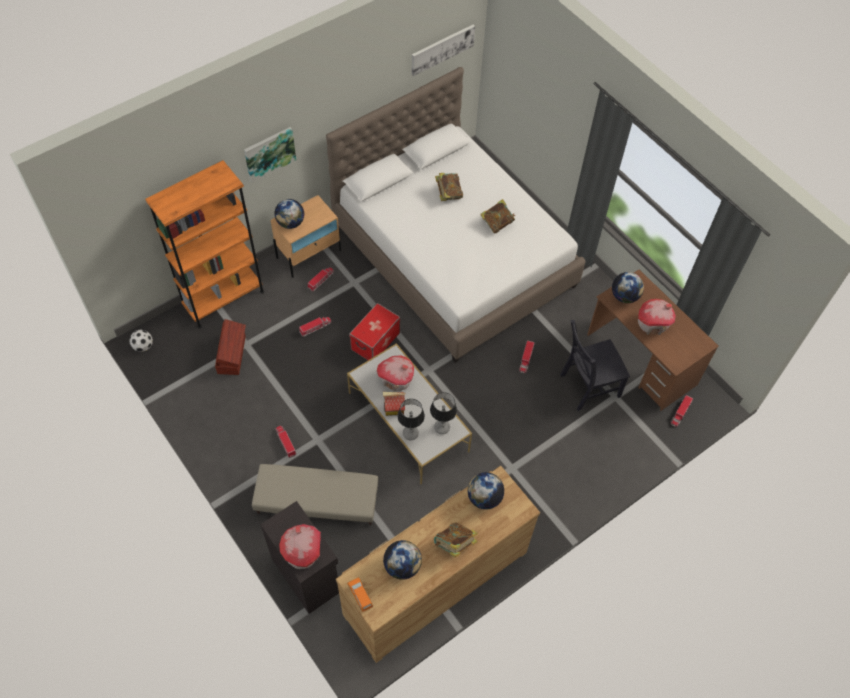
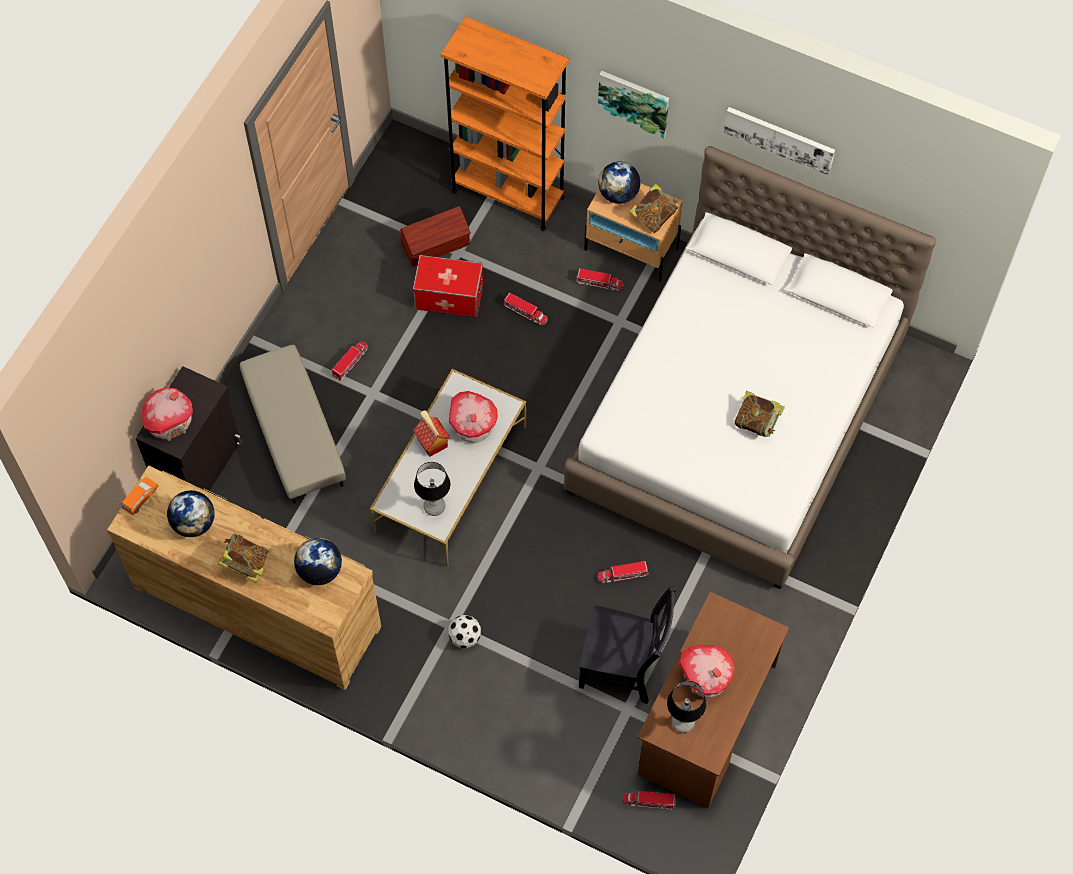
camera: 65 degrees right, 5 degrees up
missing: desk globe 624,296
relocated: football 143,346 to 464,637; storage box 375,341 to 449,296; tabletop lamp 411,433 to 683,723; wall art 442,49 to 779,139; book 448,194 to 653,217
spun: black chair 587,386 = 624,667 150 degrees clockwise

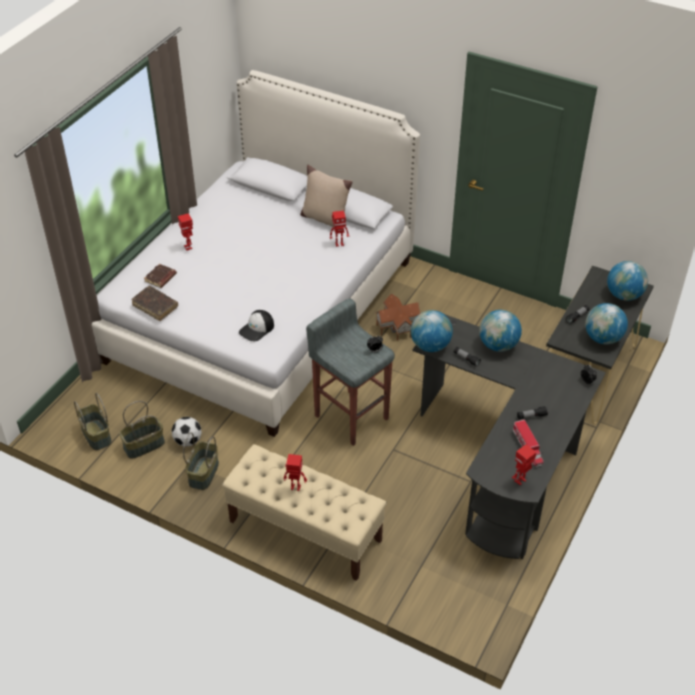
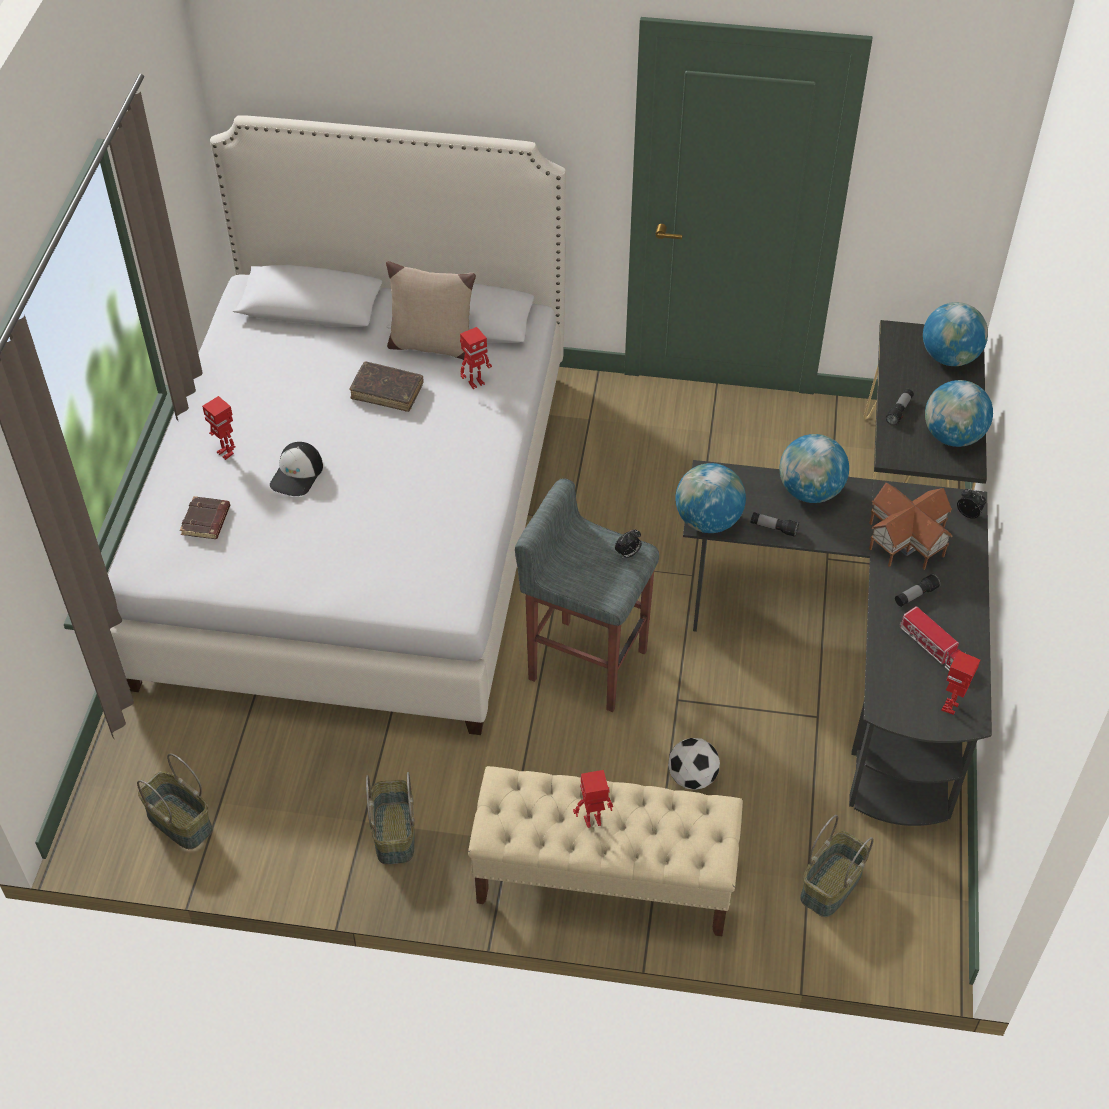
camera: 20 degrees left, 5 degrees up
relocated: household basket 144,446 to 831,886; brownish book 155,306 to 387,392; football 188,441 to 692,777; peaked cap 257,329 to 297,474; miniature house 397,326 to 906,541

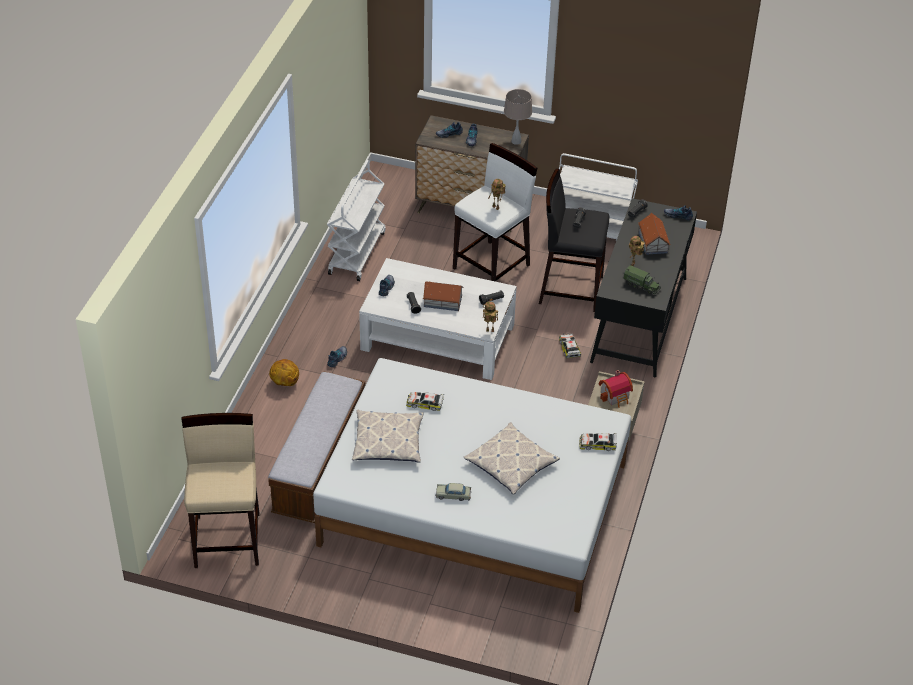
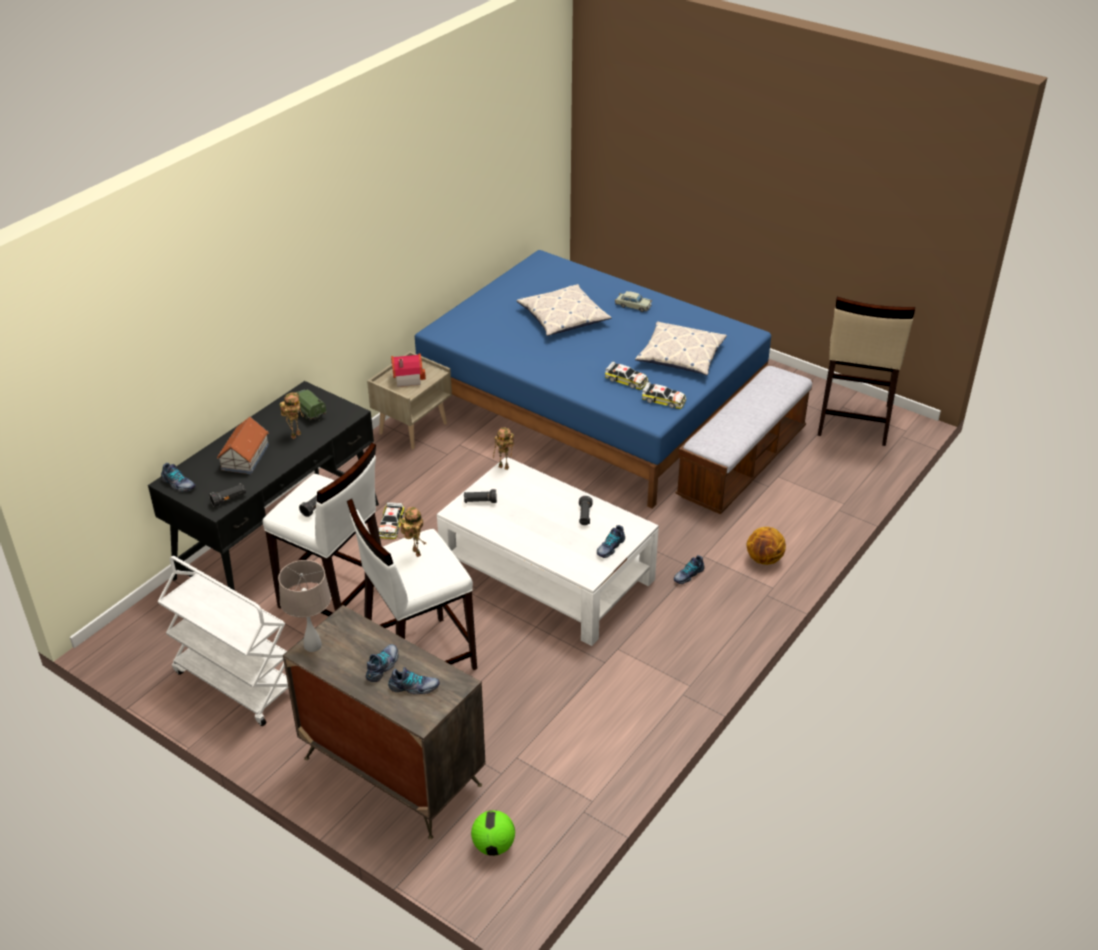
camera: 160 degrees left, 5 degrees down
missing: white-coloured trolley 356,252; miniature house 442,301
appeared: football 493,845
relocated: miniature car 597,444 to 663,400
colour: white-coloured bedroom bed 474,504 to blue-coloured bedroom bed 590,400; black stool seat 570,289 to white-coloured stool seat 335,599

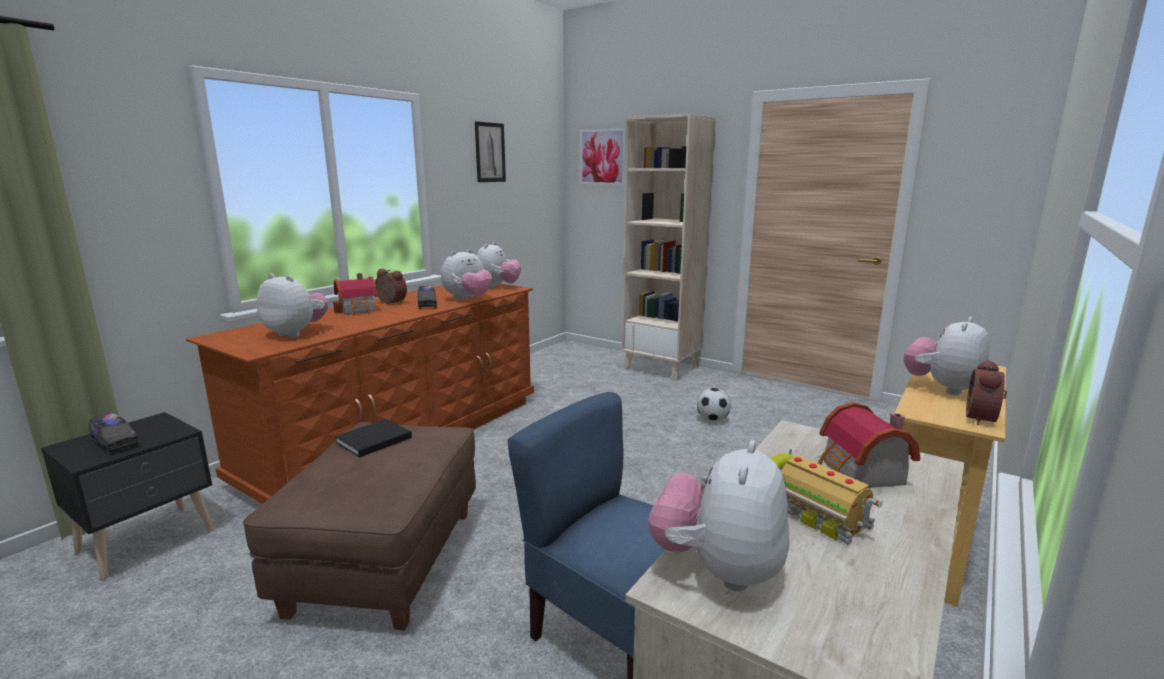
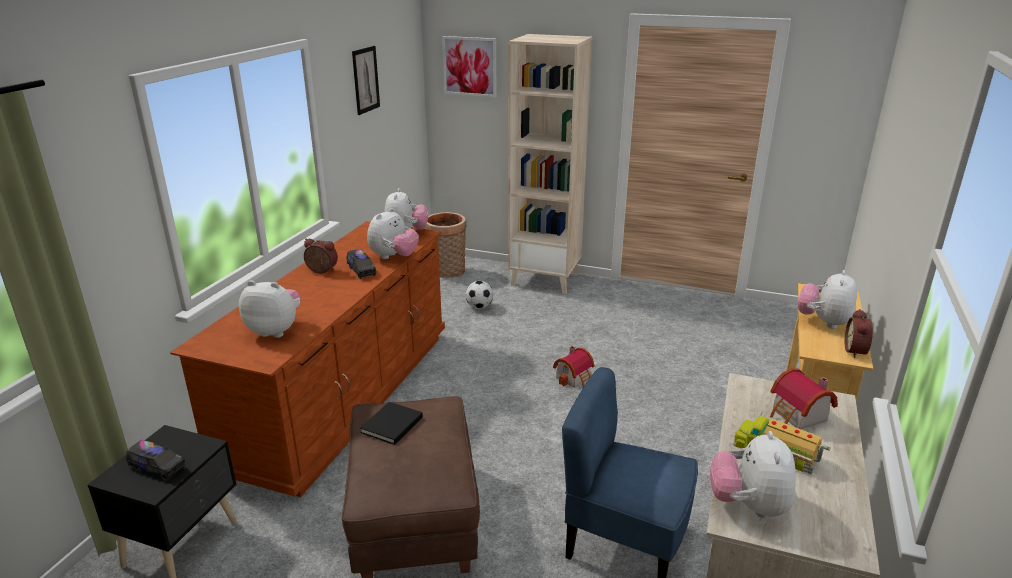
camera: 15 degrees left, 10 degrees up
appeared: household basket 447,272
relocated: miniature house 359,310 to 575,378; football 712,420 to 479,307

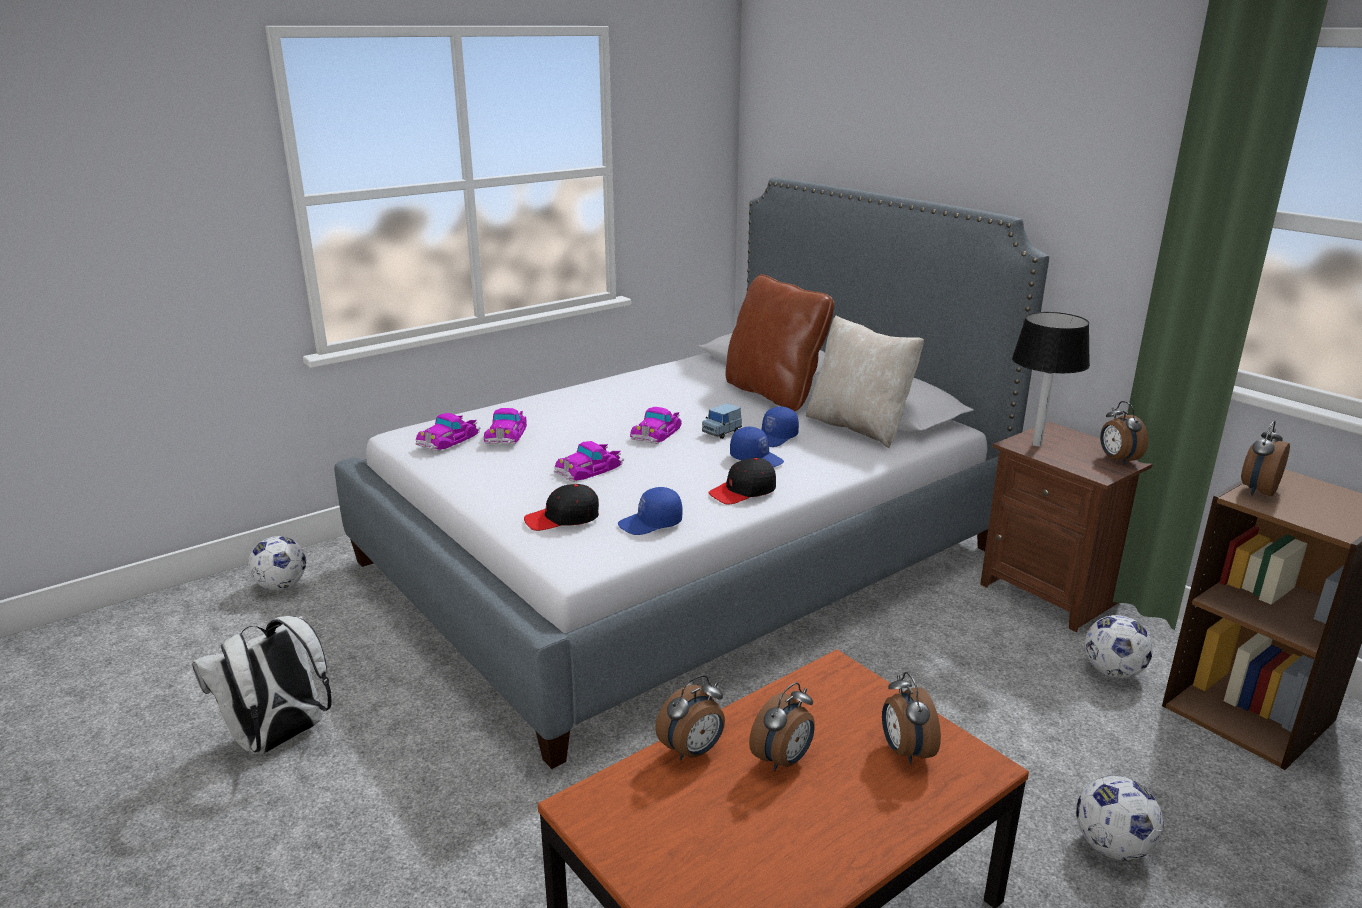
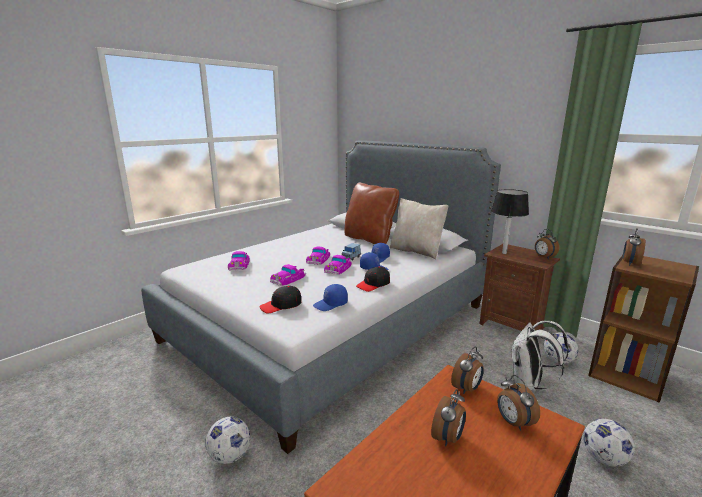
camera: 10 degrees left, 5 degrees down
relocated: white-coloured rucksack 279,739 to 529,384; football 282,586 to 230,456; miniature car 448,438 to 338,268; bedside clock 693,751 to 467,388

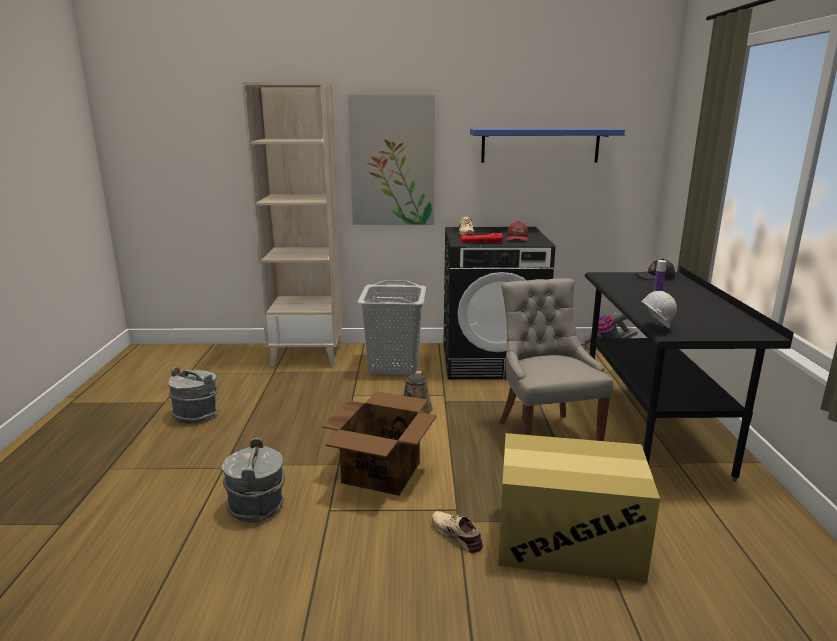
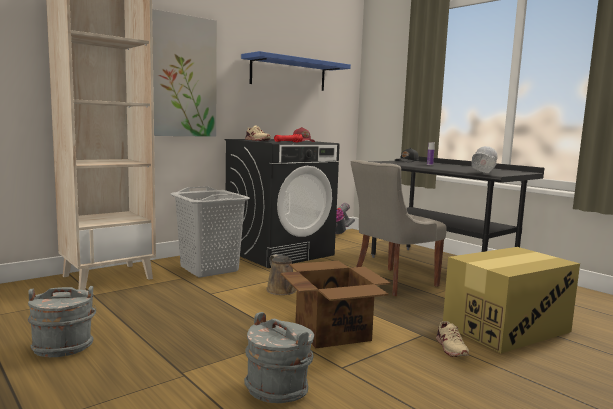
camera: 40 degrees left, 10 degrees down
spun: sand-coloured low shoe 457,535 = 450,348 105 degrees counterclockwise; gray chair 545,435 = 391,282 75 degrees counterclockwise

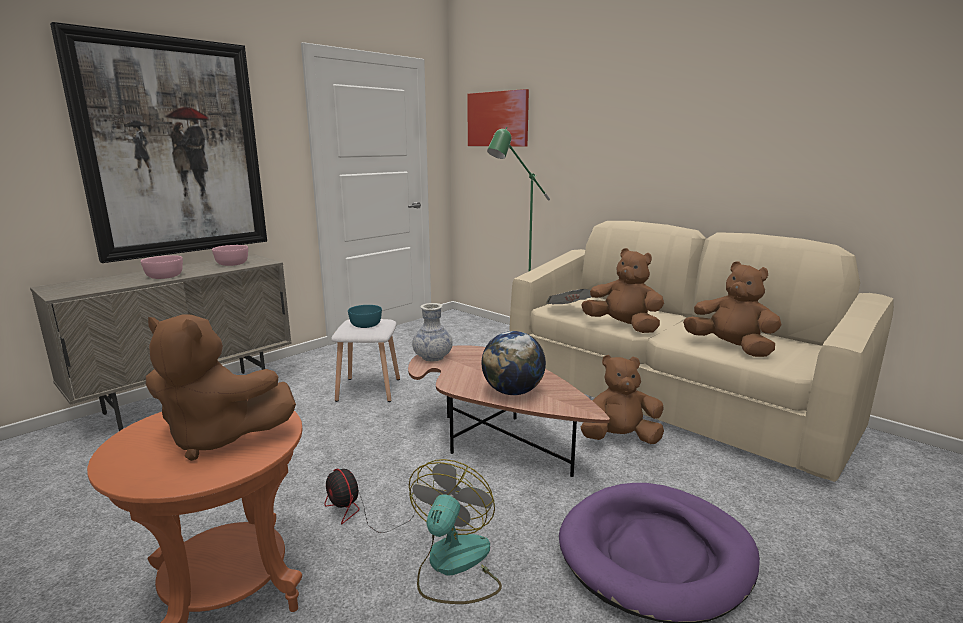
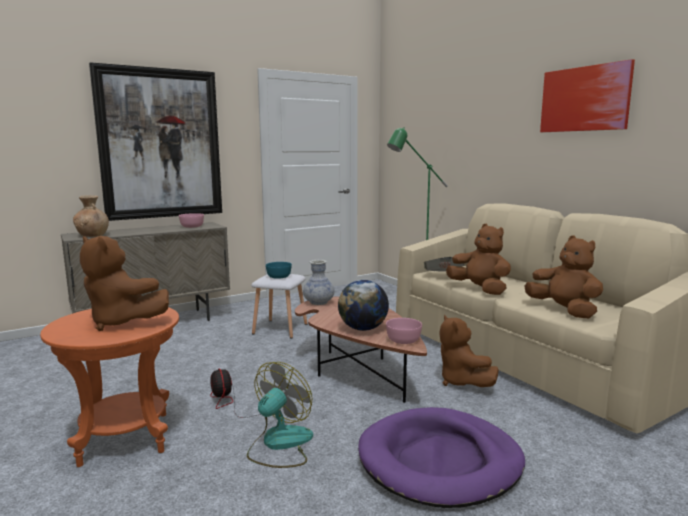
camera: 15 degrees right, 5 degrees down
appeared: brownish decorative vase 93,235
relocated: pinkish bowl 164,276 to 403,340; wall art 497,119 to 584,99
spun: brownish soft toy 620,438 = 462,382 120 degrees counterclockwise

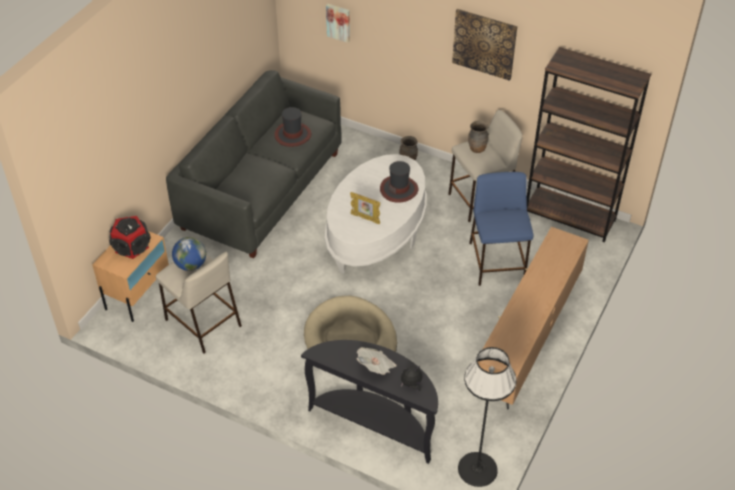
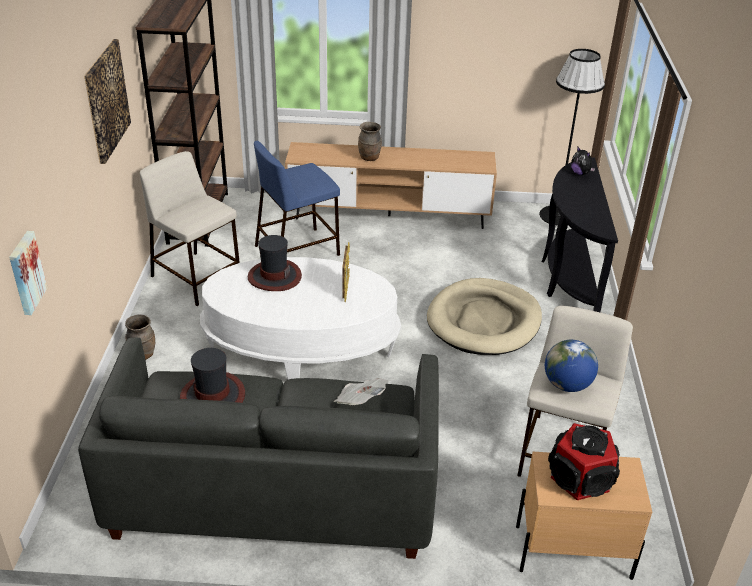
camera: 115 degrees left, 10 degrees down
relocated: newspaper 376,367 to 360,401; brownish decorative vase 477,149 to 369,158

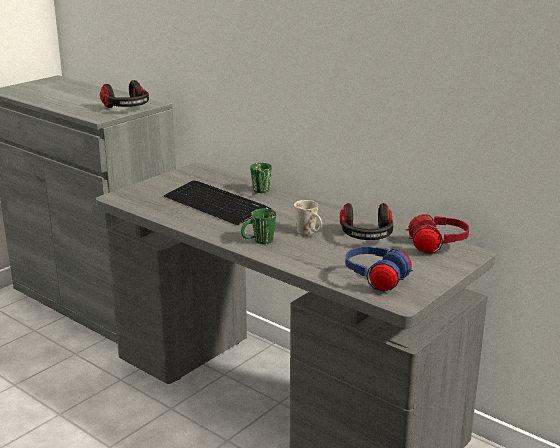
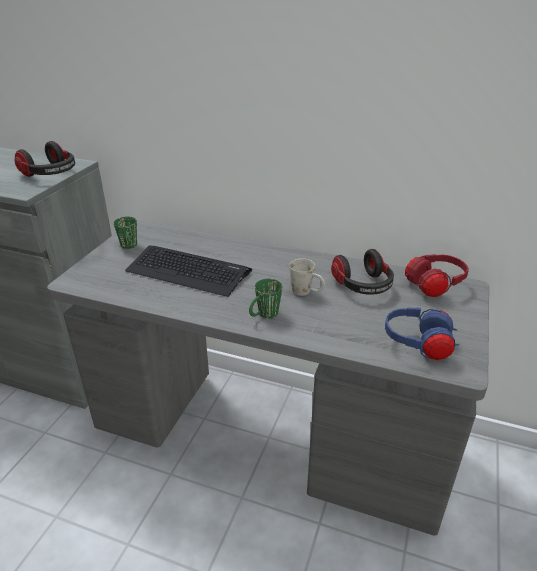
camera: 20 degrees left, 10 degrees up
relocated: green-coloured mug 261,192 to 129,247

